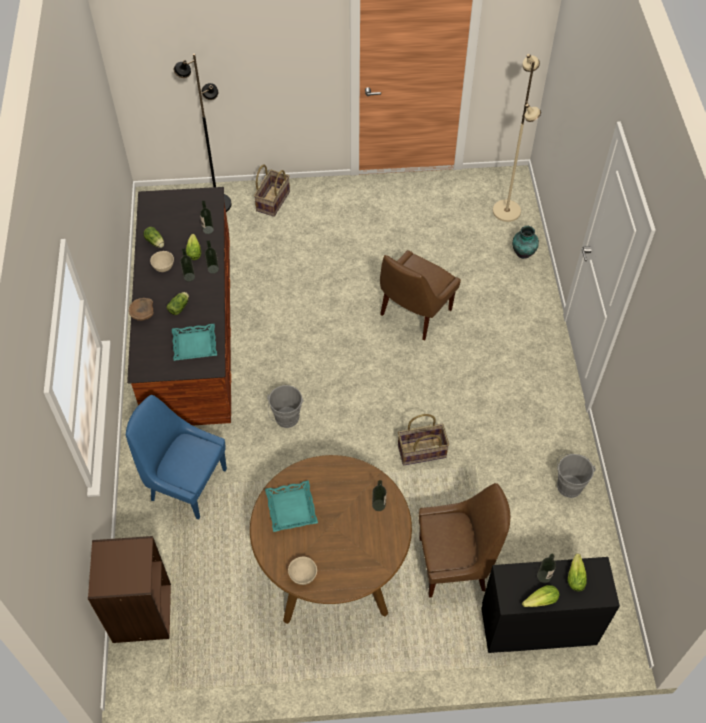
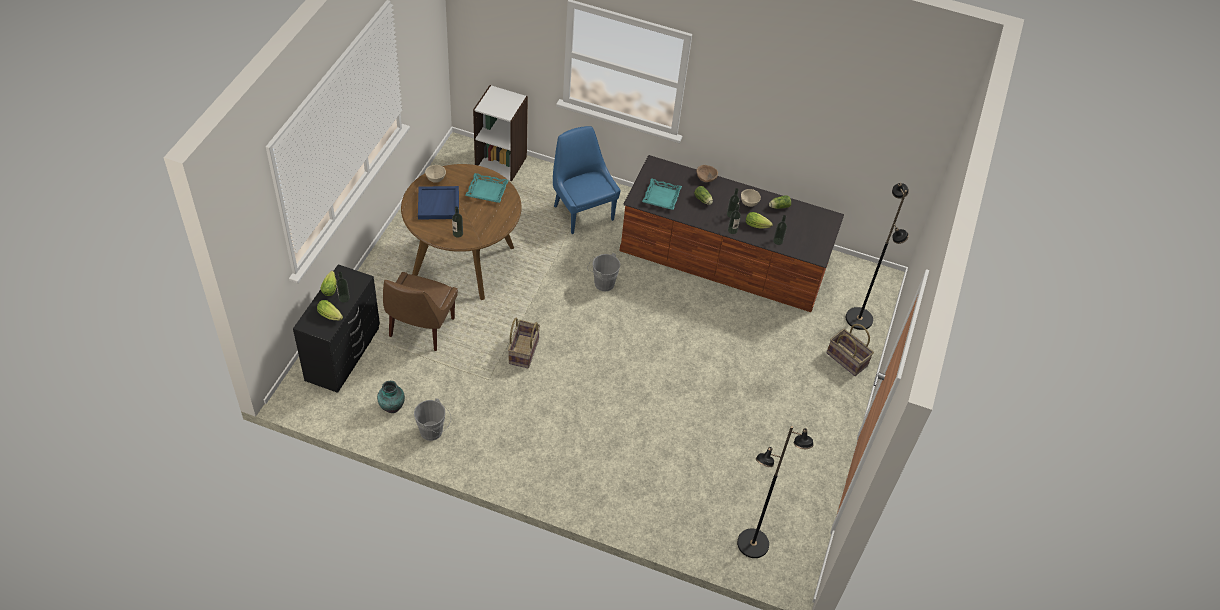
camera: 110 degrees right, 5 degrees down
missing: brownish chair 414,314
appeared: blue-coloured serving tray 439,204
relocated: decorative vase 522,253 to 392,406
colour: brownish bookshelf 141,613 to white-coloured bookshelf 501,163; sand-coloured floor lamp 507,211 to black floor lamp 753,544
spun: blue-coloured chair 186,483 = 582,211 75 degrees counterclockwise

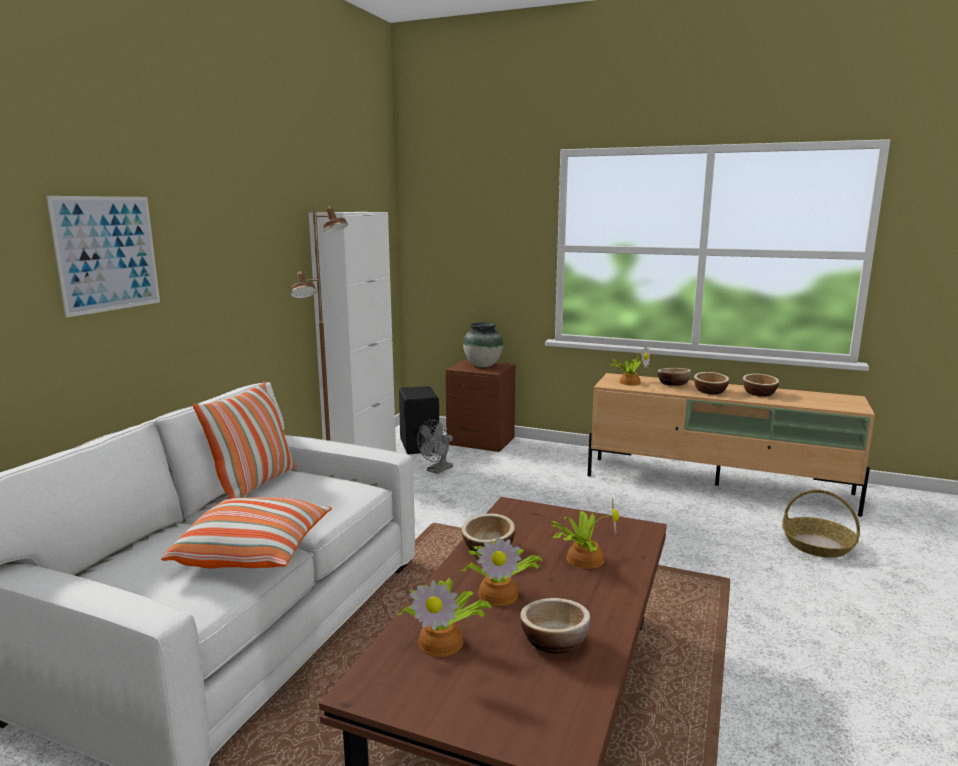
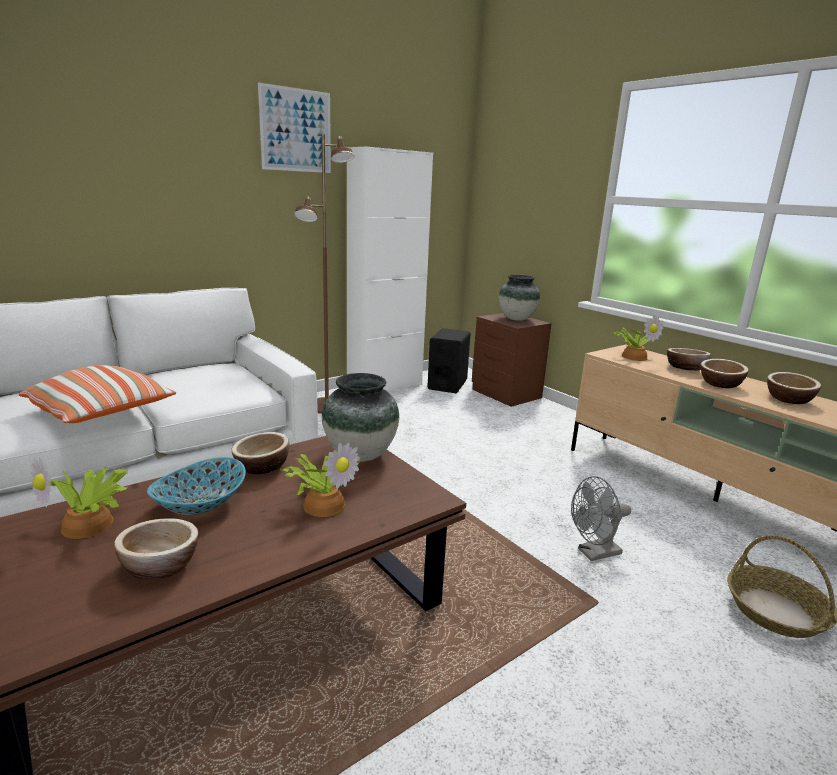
camera: 30 degrees right, 5 degrees up
missing: cushion 254,484
appeared: decorative vase 361,455
relocated: wall art 107,254 to 296,130; gray fan 437,470 to 594,553
exchanged: plant in a pot 499,593 to bowl 201,505

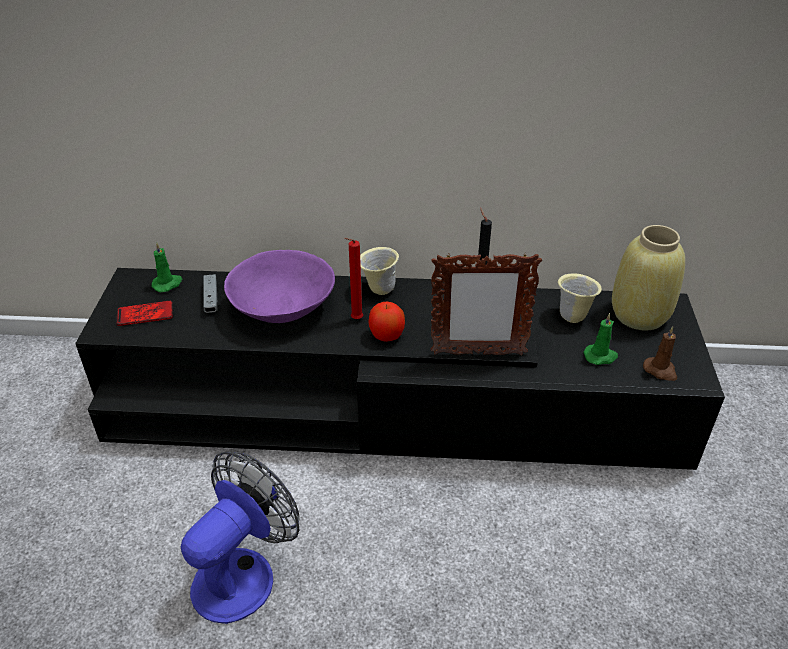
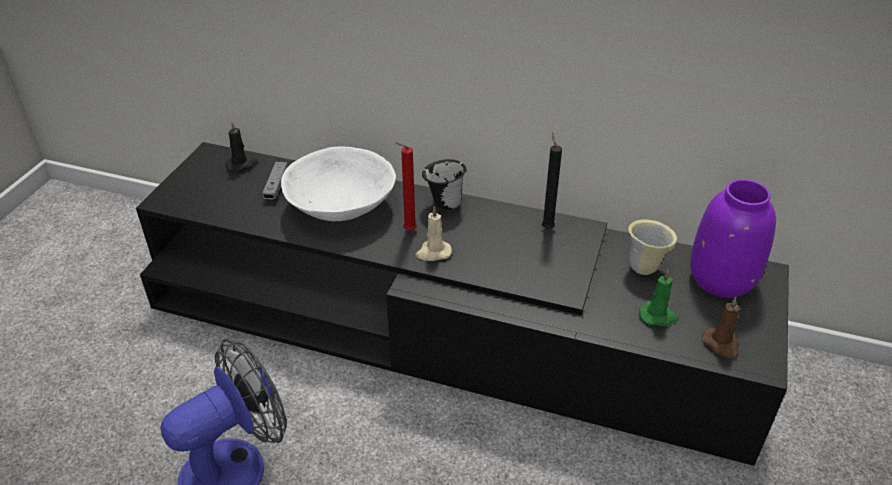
camera: 15 degrees right, 0 degrees up
missing: telephone 145,314; picture frame 477,353
exchanged: apple fruit 386,335 to sand-coloured wax candle 433,252
colour: green-coloured wax candle 168,284 to black wax candle 242,165; purple-coloured bowl 282,308 to white-coloured bowl 340,207; sand-coloured mug 378,290 to black mug 444,204; sand-coloured decorative vase 638,315 to purple-coloured decorative vase 720,279

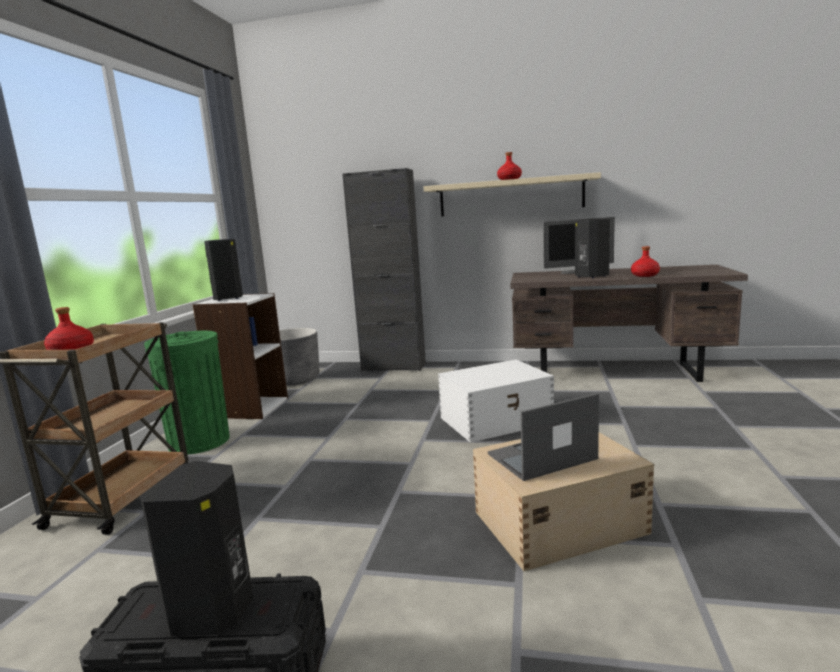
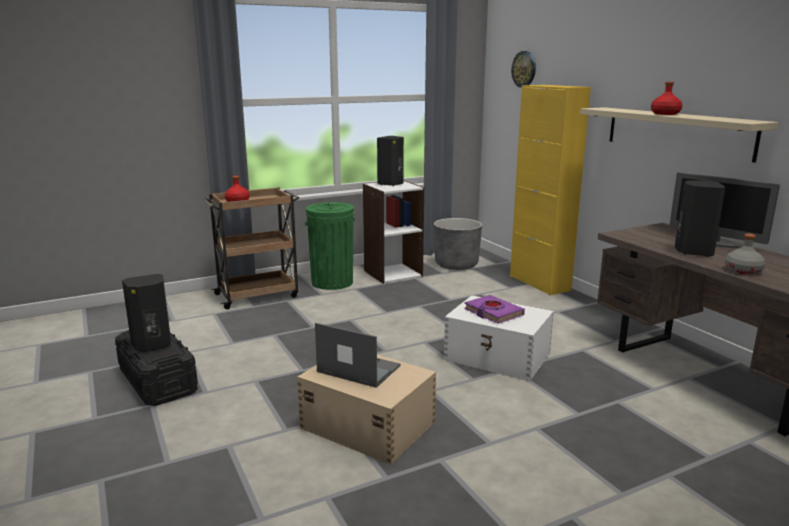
camera: 50 degrees right, 5 degrees up
appeared: purple-coloured book 493,313; clock on the wall 524,69
colour: black storage cabinet 393,367 to yellow storage cabinet 539,283; red beverage bottle 645,275 to gray beverage bottle 743,271

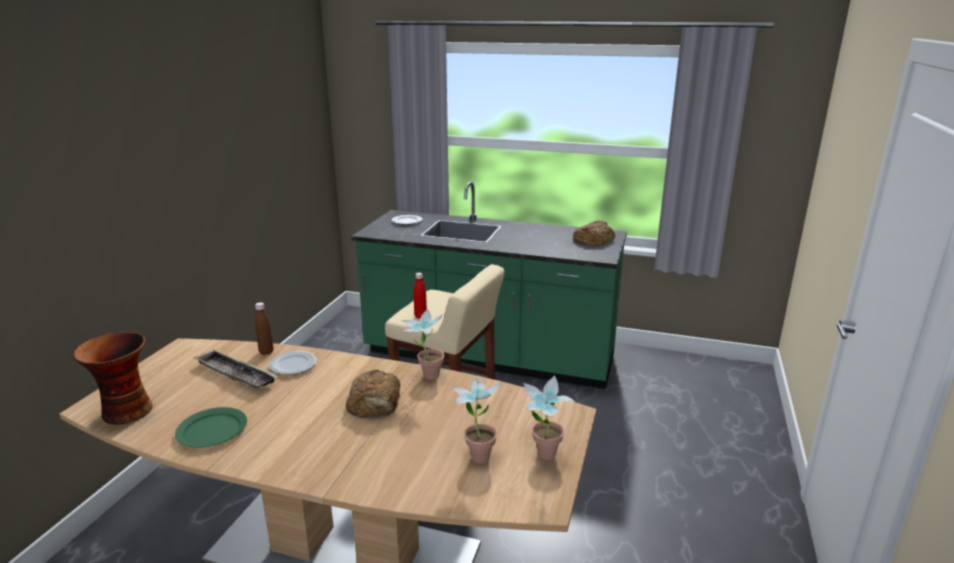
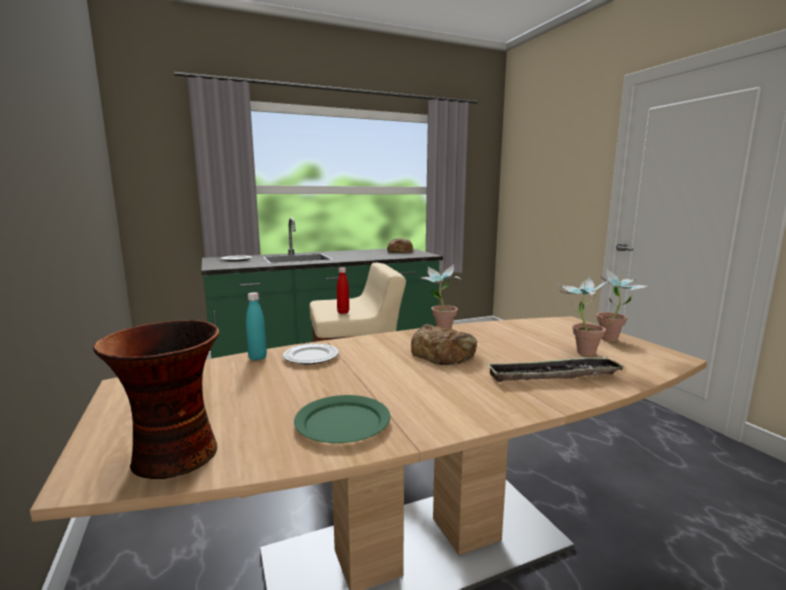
camera: 40 degrees left, 10 degrees down
relocated: serving tray 236,374 to 553,376
colour: brownish beverage bottle 266,352 to blue-green beverage bottle 257,358

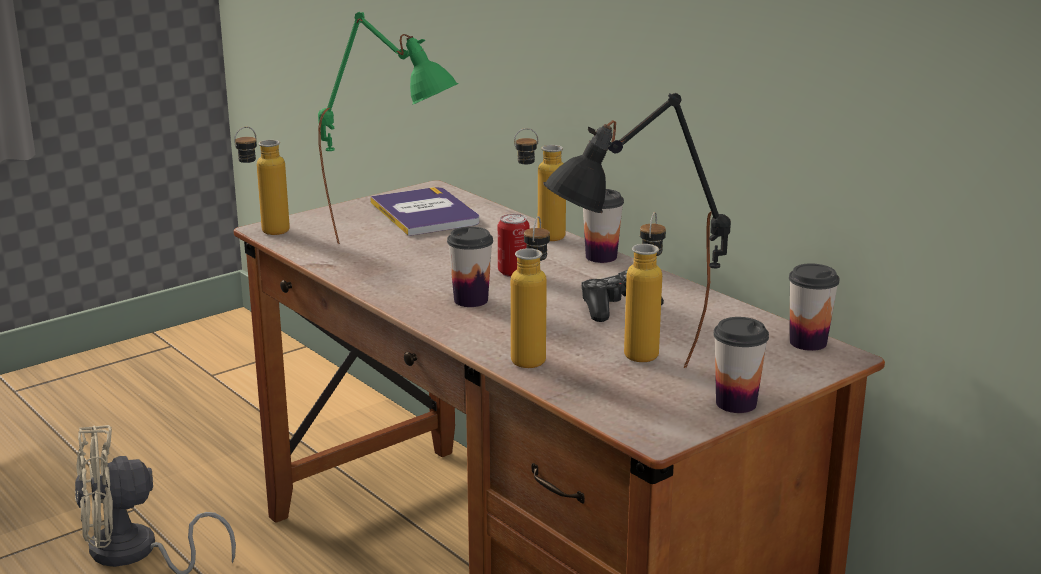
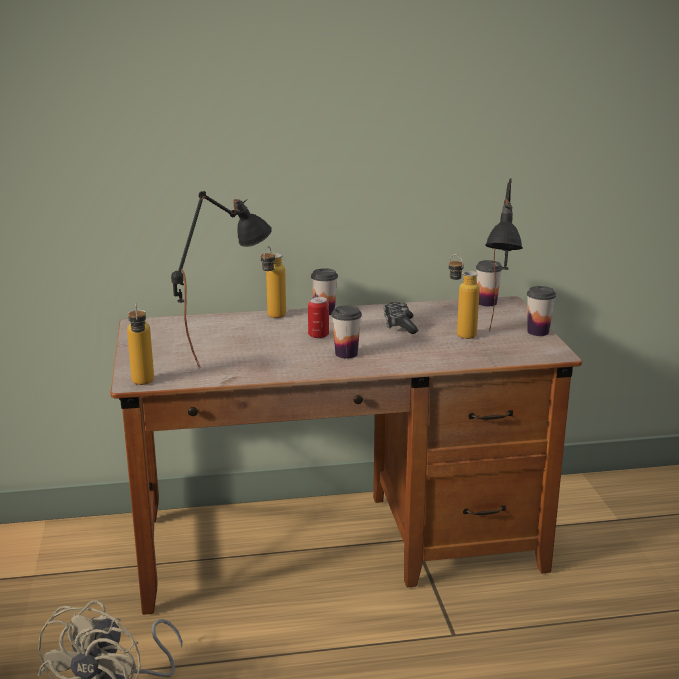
camera: 60 degrees left, 0 degrees up
missing: book 425,213; beverage bottle 532,355
colour: green-coloured tabletop lamp 392,245 to black tabletop lamp 226,354

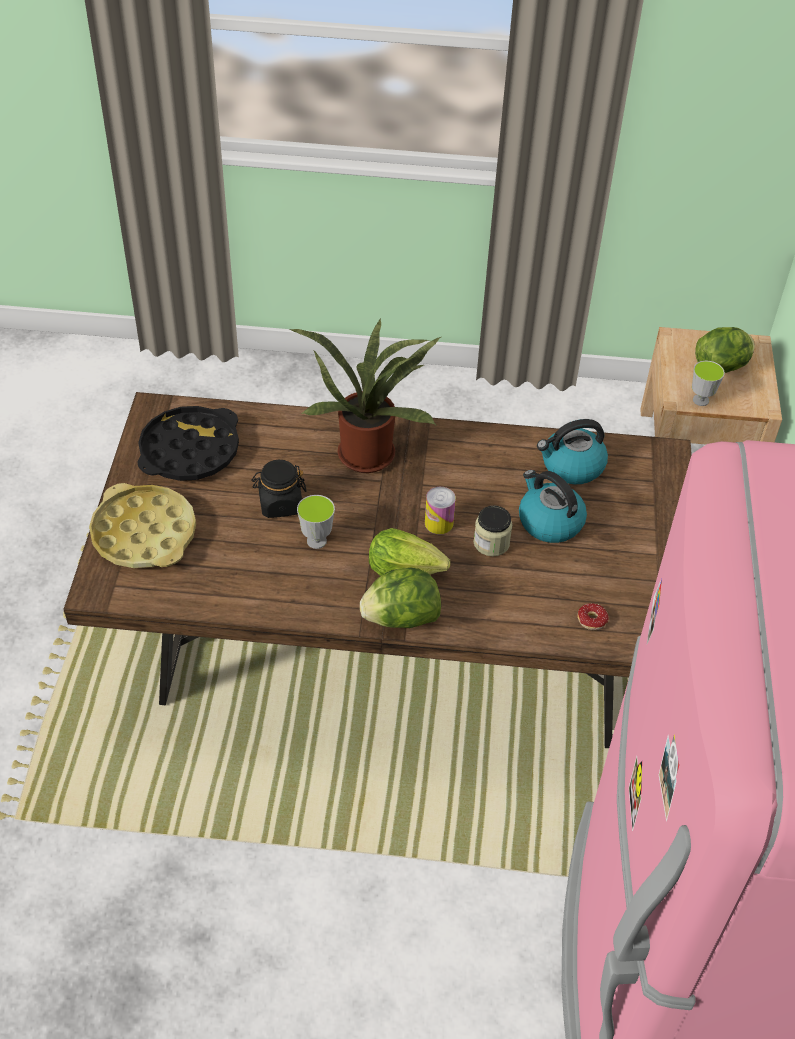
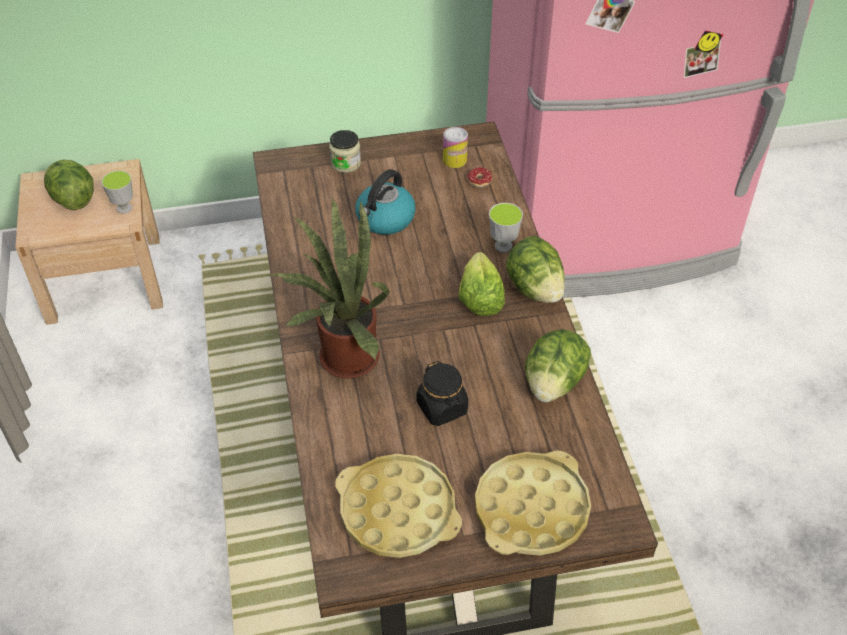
camera: 105 degrees left, 0 degrees up
missing: tea kettle 571,466
appeared: lettuce head 553,383
relocated: cup 316,541 to 503,246; sealed can 439,523 to 454,160; storage jar 491,543 to 345,163
colour: black serving tray 189,450 to yellow serving tray 398,511

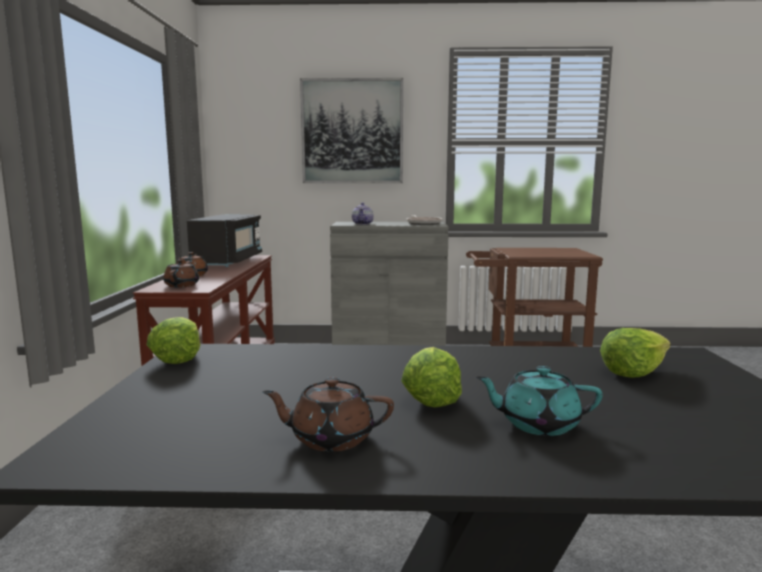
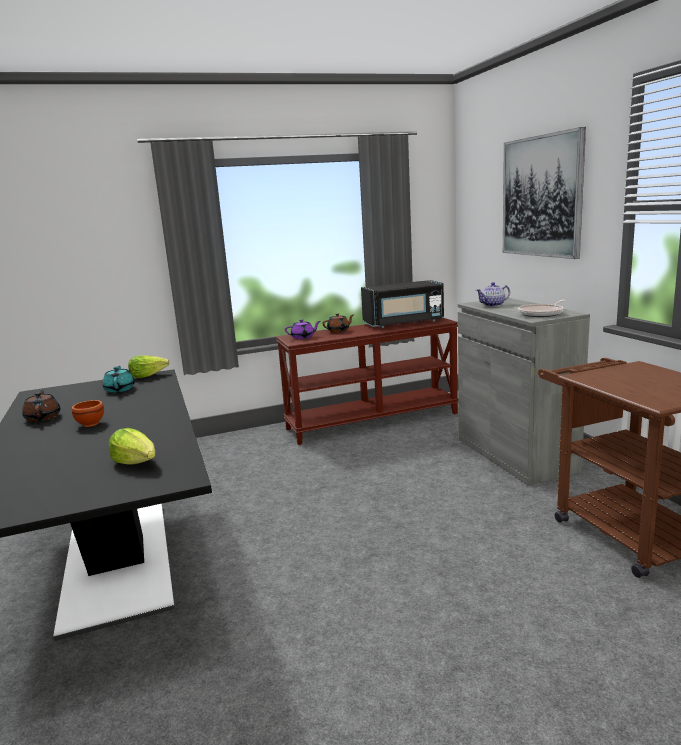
camera: 70 degrees right, 5 degrees up
relocated: blue-green tea pot 537,424 to 120,389
exchanged: lettuce head 430,397 to brownish bowl 90,424
colour: brownish tea pot 182,285 to purple-coloured tea pot 303,337

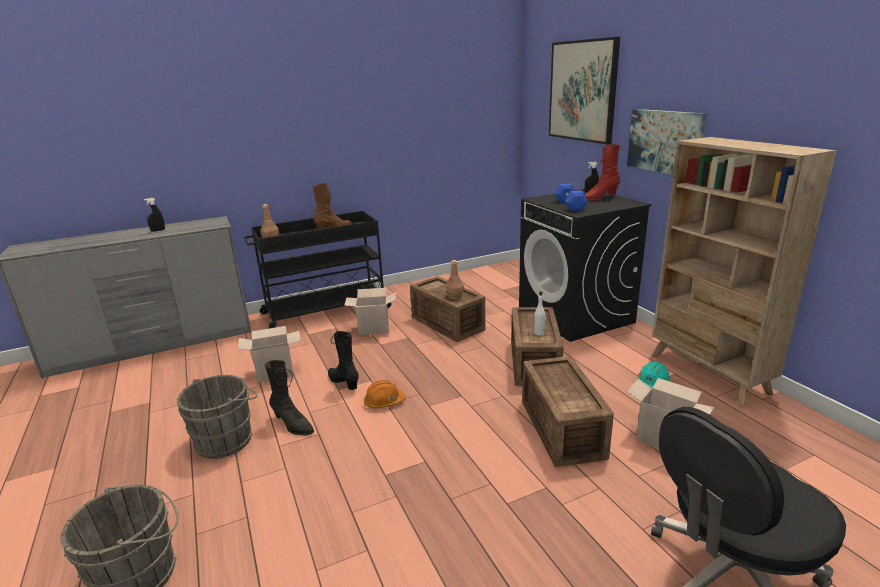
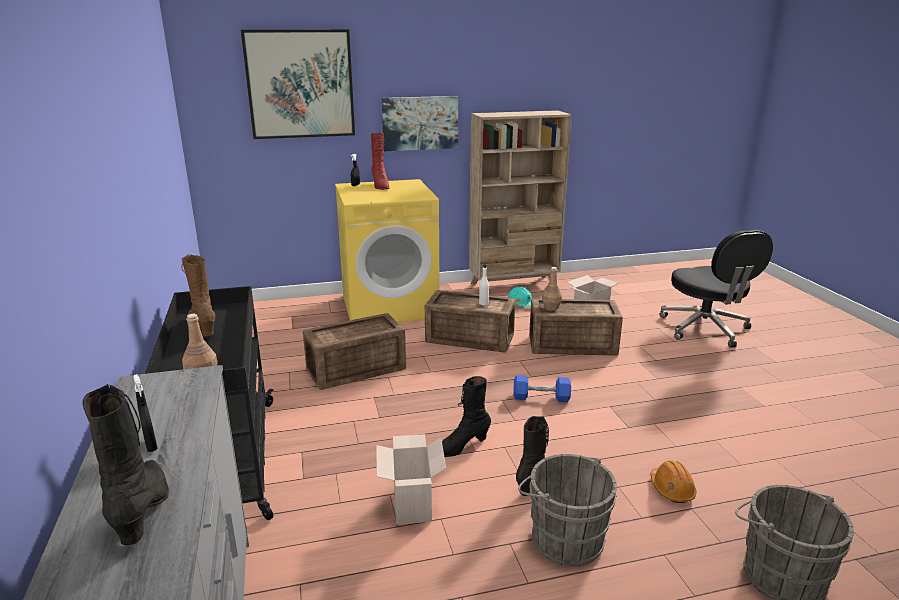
camera: 80 degrees left, 0 degrees up
missing: cardboard box 372,330
appeared: black boot 144,510
relocated: orangey safety helmet 384,402 to 671,489; brownish beverage bottle 455,297 to 551,307; blue-coloured free weight 570,205 to 541,397
colour: black washing machine 576,315 to yellow washing machine 390,306

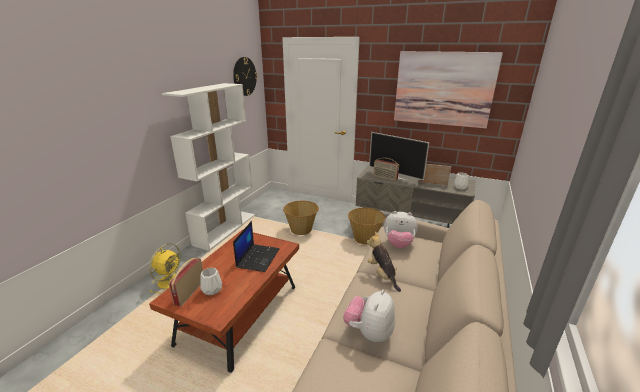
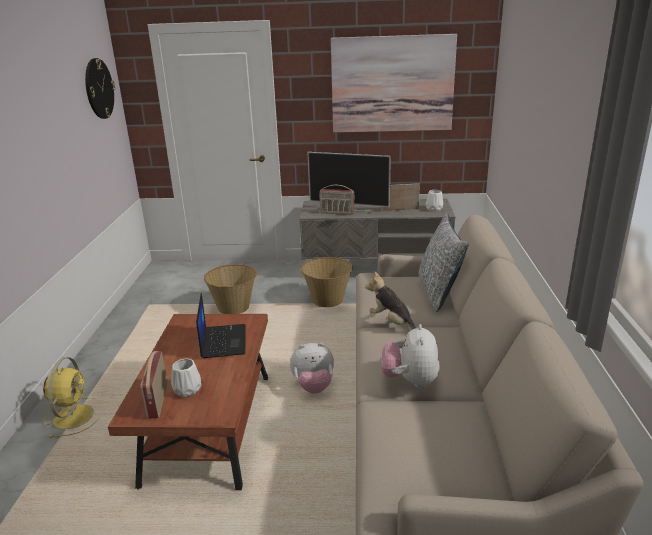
camera: 20 degrees left, 0 degrees up
missing: white-coloured bookshelf 225,229
appeared: cushion 439,292
relocated: soft toy 398,244 to 313,386

